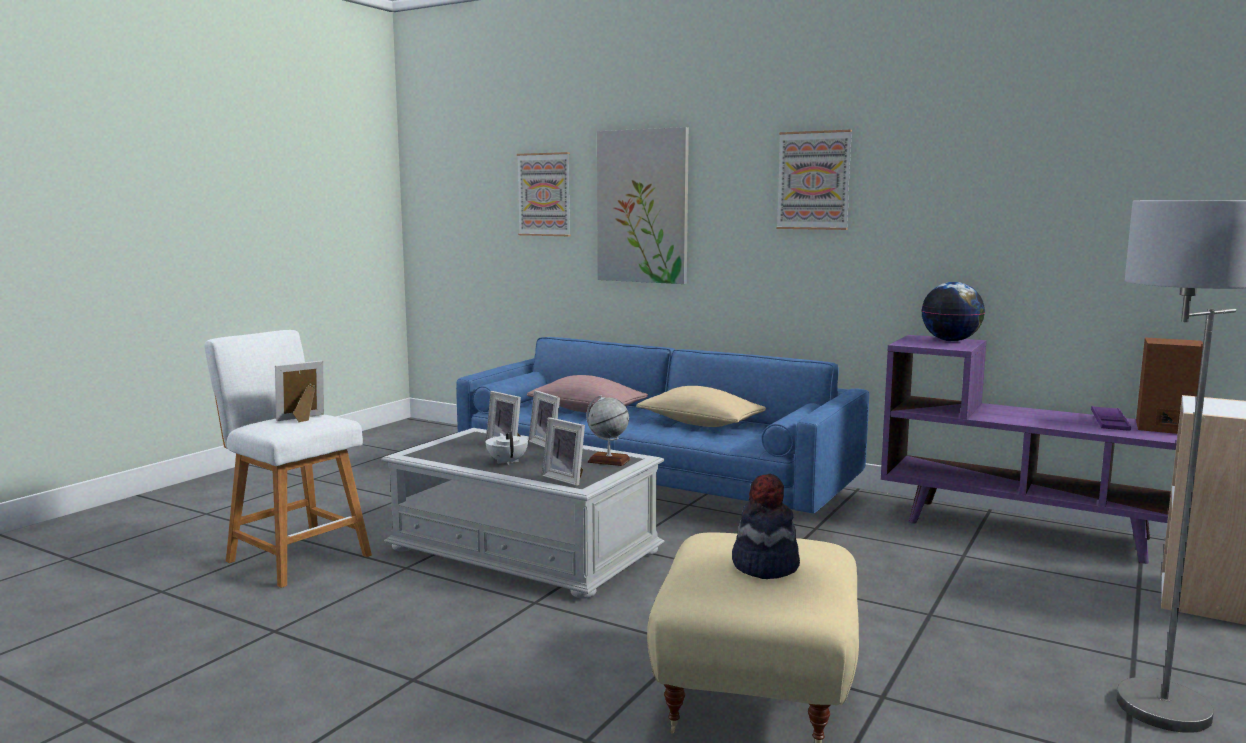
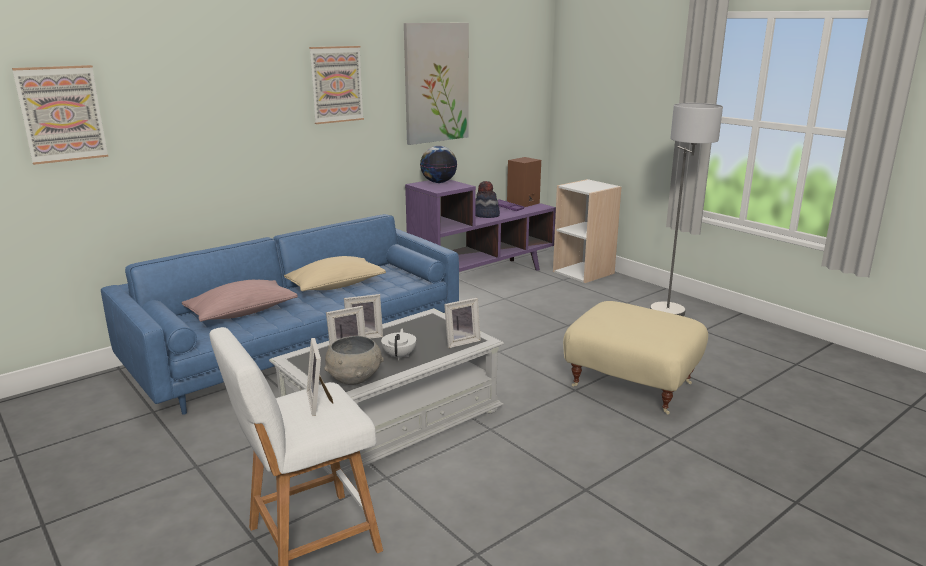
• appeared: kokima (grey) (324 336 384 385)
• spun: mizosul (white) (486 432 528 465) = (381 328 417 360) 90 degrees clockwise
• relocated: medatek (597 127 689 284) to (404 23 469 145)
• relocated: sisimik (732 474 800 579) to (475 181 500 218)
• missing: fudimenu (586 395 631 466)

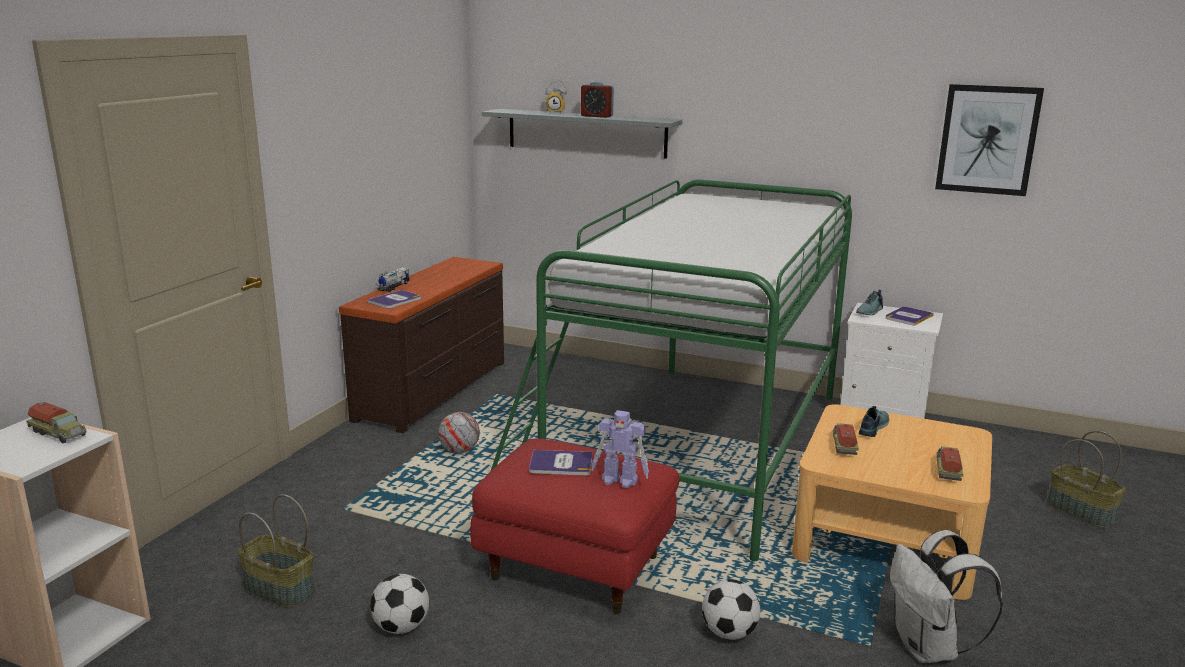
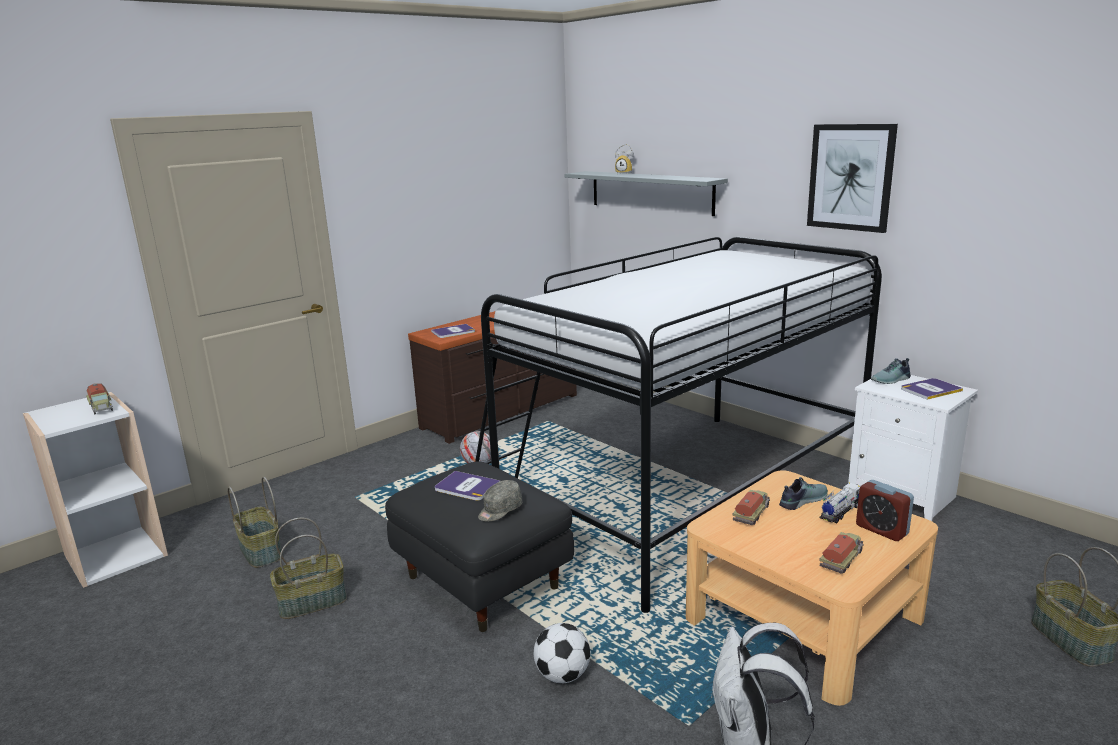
• exchanged: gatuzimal (370 574 429 634) to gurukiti (270 518 347 619)
• colour: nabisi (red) (470 438 679 614) to nabisi (black) (385 462 574 632)
• colour: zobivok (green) (491 179 852 561) to zobivok (black) (475 237 882 613)
• exchanged: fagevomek (591 410 649 488) to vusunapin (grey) (478 480 523 522)
• relocated: medatek (935 84 1044 196) to (807 124 898 233)
• relocated: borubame (378 267 410 292) to (819 483 861 523)
• relocated: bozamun (581 82 614 118) to (856 480 914 541)

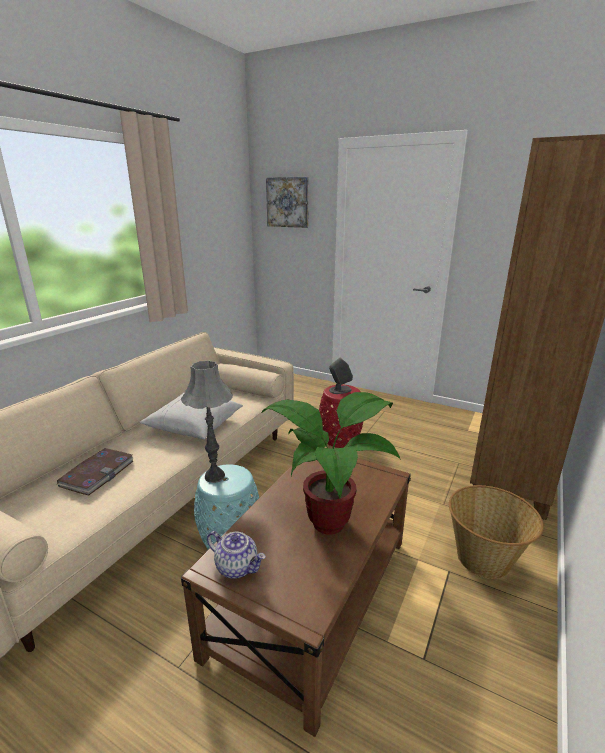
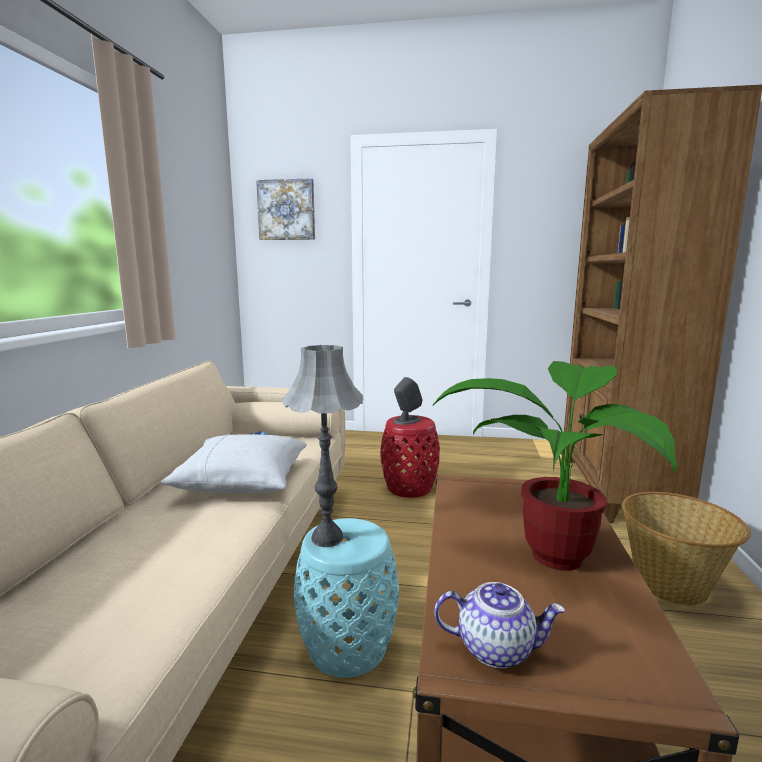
• missing: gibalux (57 448 134 495)

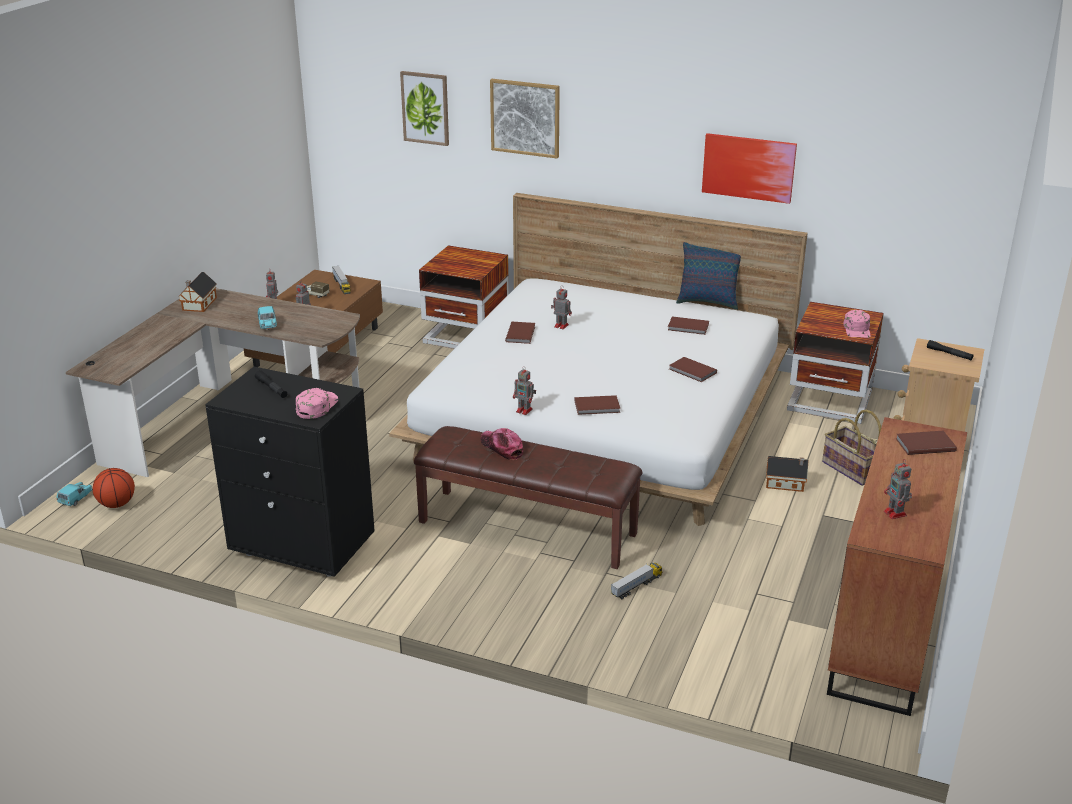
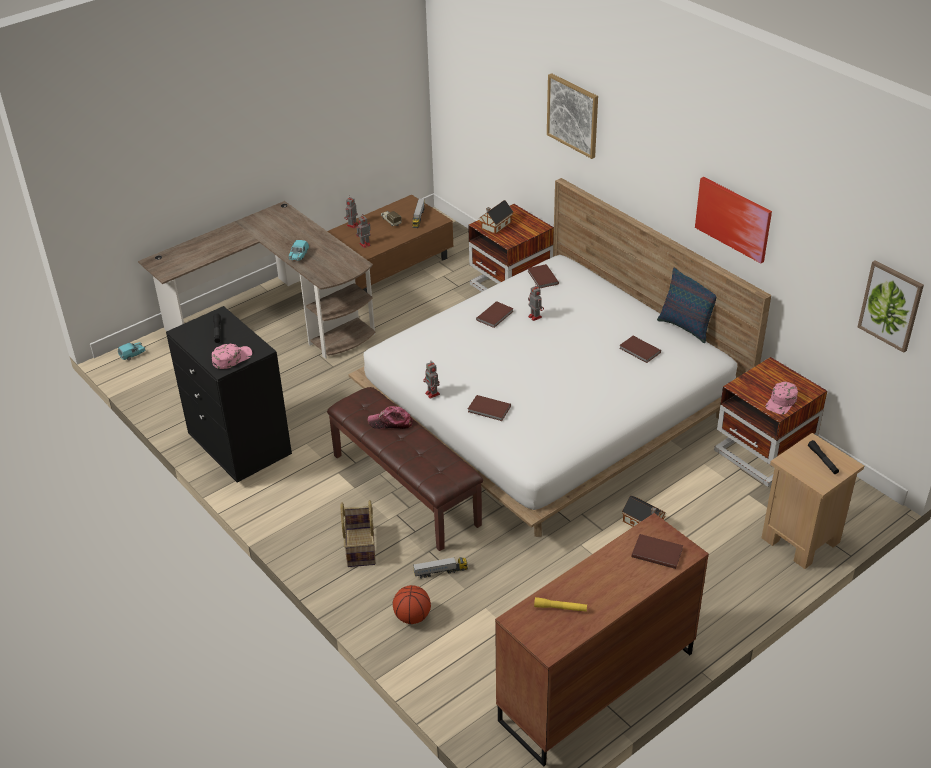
• relocated: gurukiti (822 410 881 486) to (341 500 375 567)
• spun: vusunapin (481 428 524 460) = (368 406 413 429) 75 degrees counterclockwise
• relocated: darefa (93 468 135 508) to (393 585 431 624)
• relocated: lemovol (178 272 217 312) to (480 200 513 235)
• relocated: gibalux (brown) (669 357 717 382) to (528 264 559 288)
• exchanged: fagevomek (884 460 912 519) to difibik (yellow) (534 597 587 612)
• relocated: medatek (400 71 449 146) to (858 260 924 353)

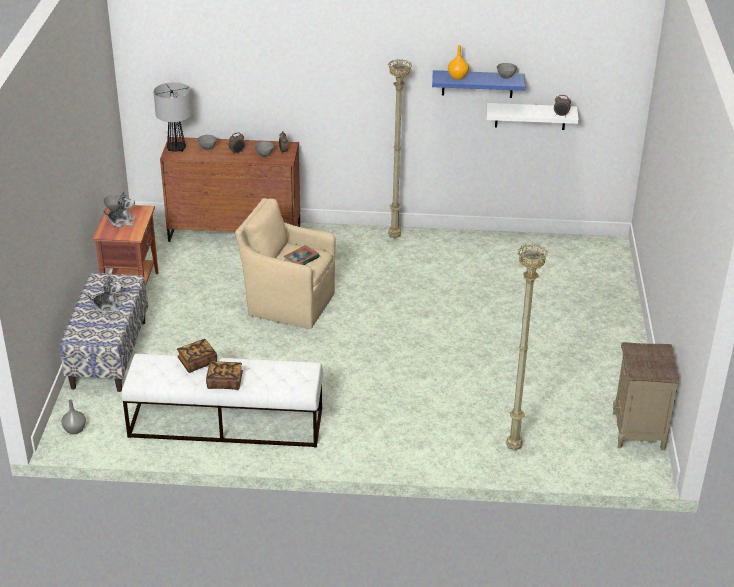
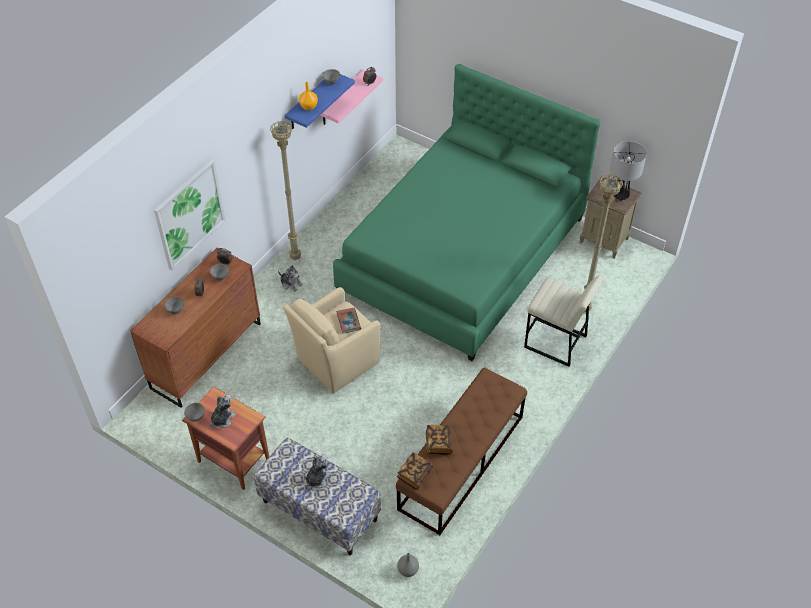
• appeared: medatek (154 159 226 271)
• appeared: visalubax (278 265 302 292)
• colour: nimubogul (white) (486 103 579 130) to nimubogul (pink) (320 70 383 125)
• appeared: zobivok (green) (333 64 601 361)
• colour: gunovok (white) (121 354 323 447) to gunovok (brown) (396 368 527 535)
• relocated: gibalux (206 361 243 390) to (397 452 433 490)
• appeared: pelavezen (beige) (524 275 605 367)
• relocated: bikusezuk (153 82 192 152) to (610 141 647 201)

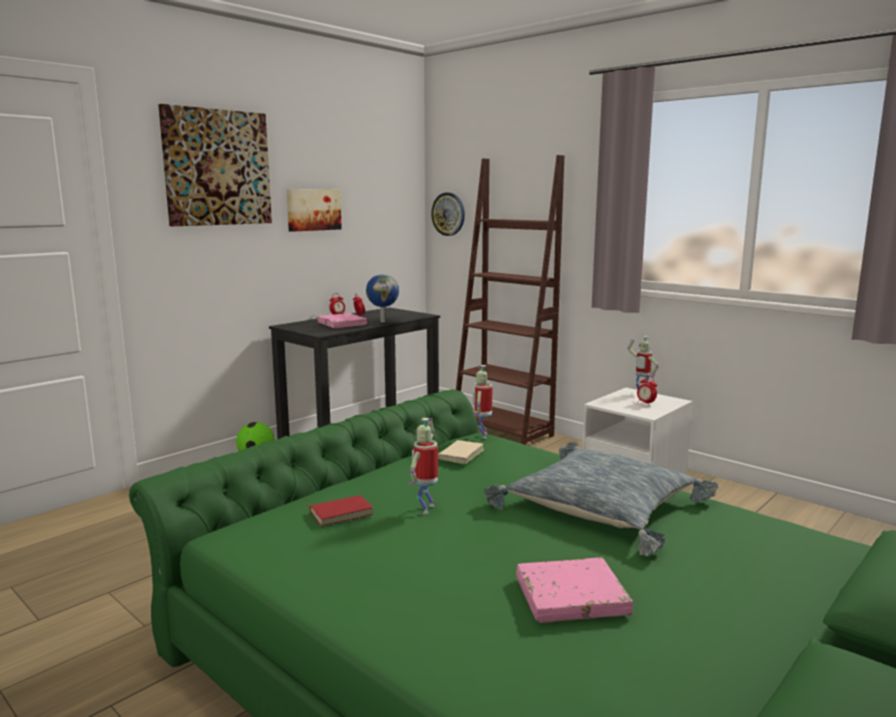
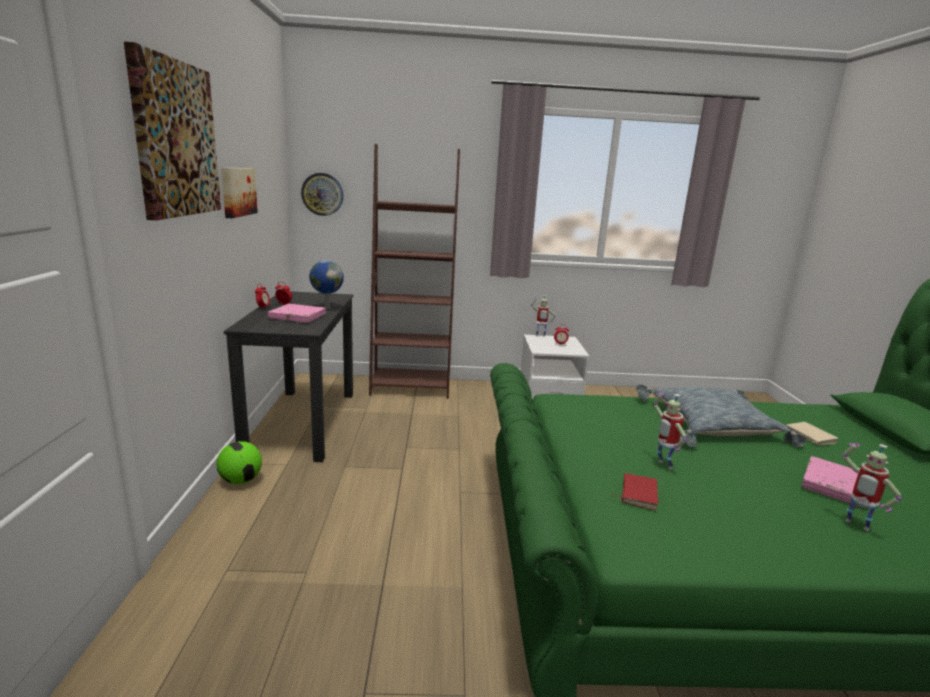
• relocated: gibalux (beige) (438 440 484 464) to (786 422 838 446)
• relocated: fagevomek (473 365 492 439) to (842 443 902 531)

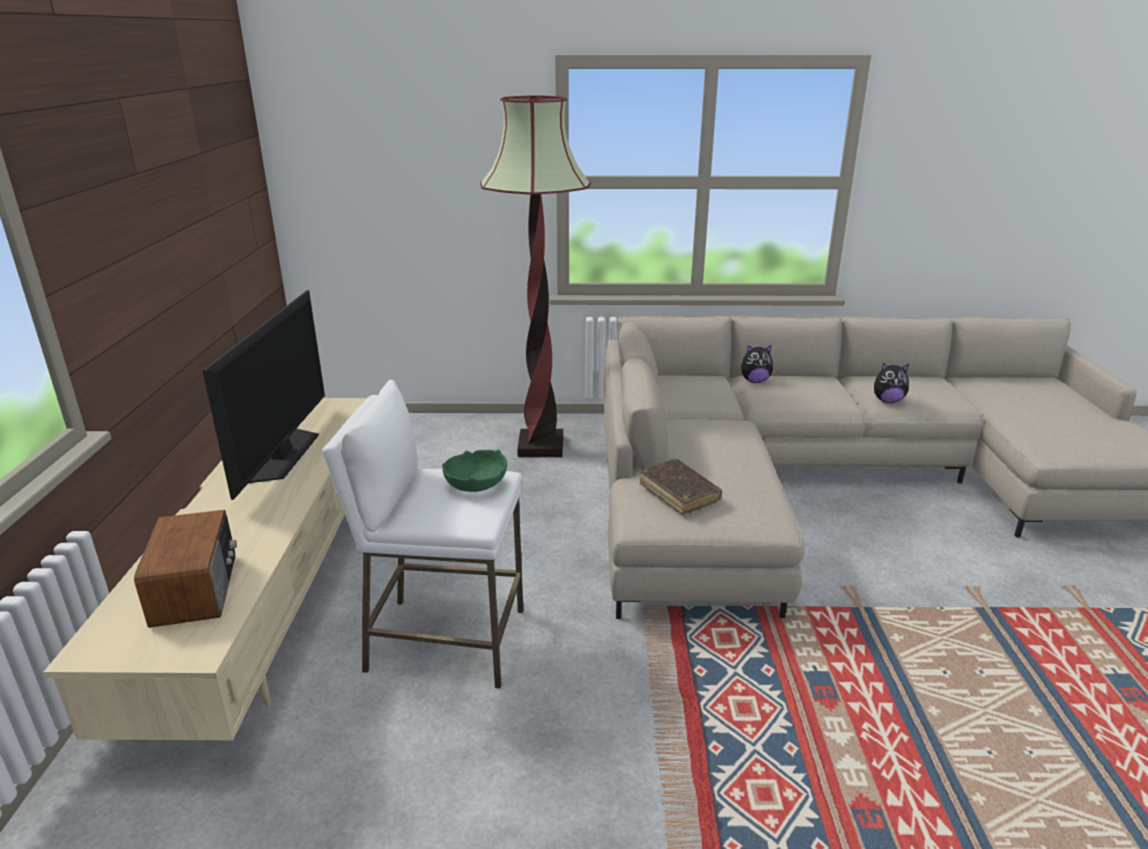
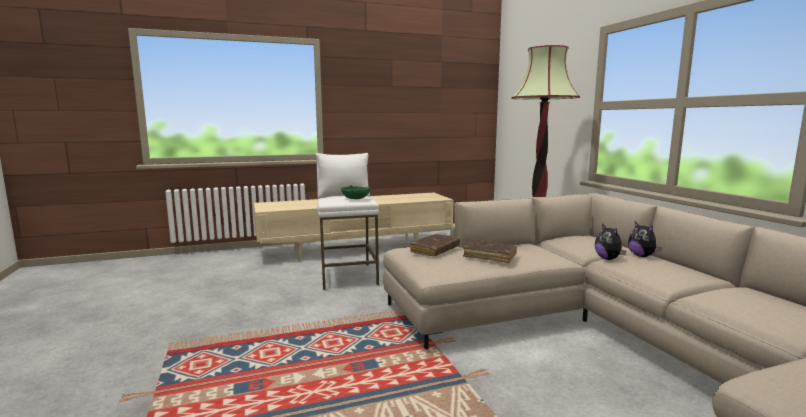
• appeared: gibalux (brown) (463 239 517 263)
• relocated: visalubax (874 363 909 403) to (595 223 626 260)
• missing: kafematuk (134 510 237 628)
• missing: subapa (202 290 325 500)

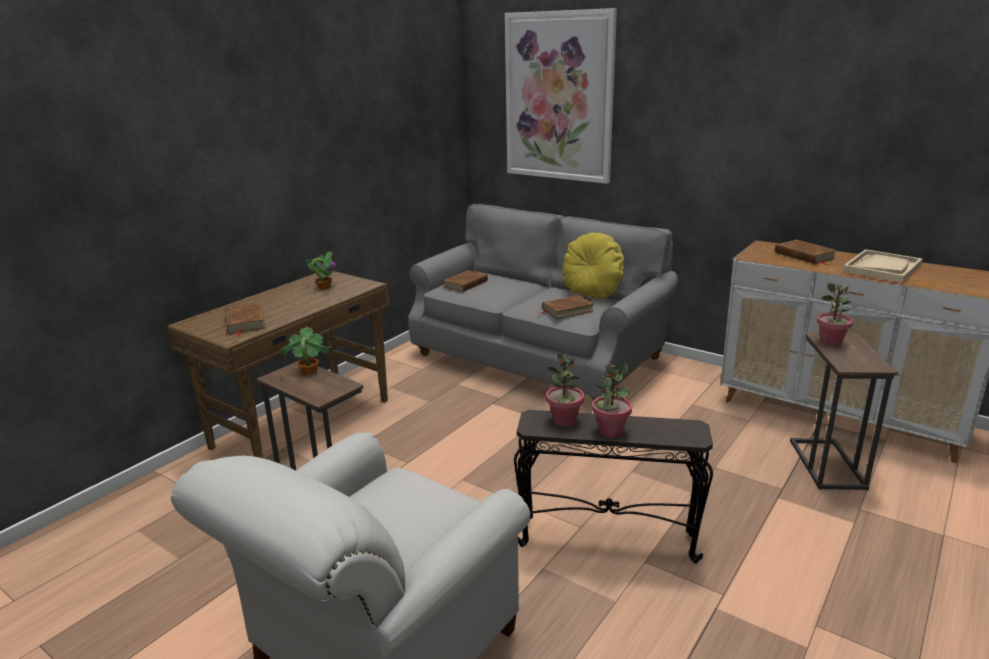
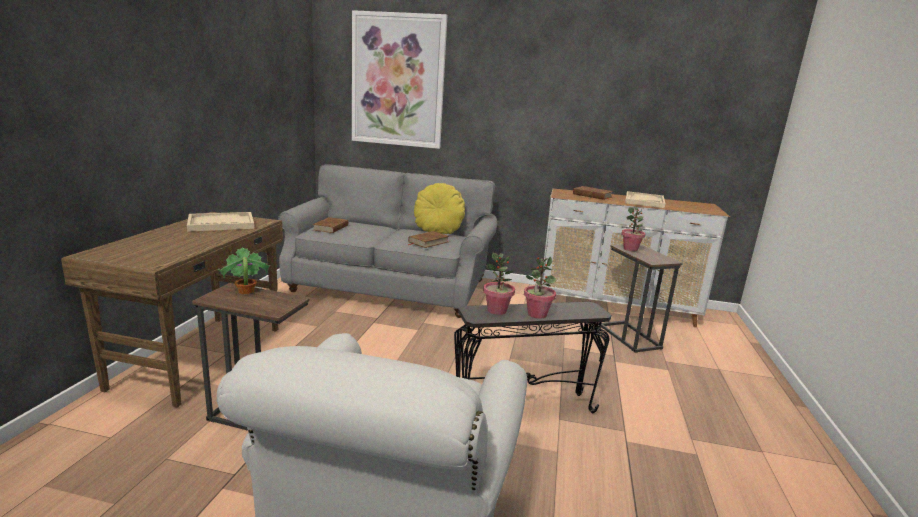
• exchanged: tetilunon (305 251 336 290) to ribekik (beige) (187 212 254 232)
• missing: gibalux (brown) (225 303 266 336)

